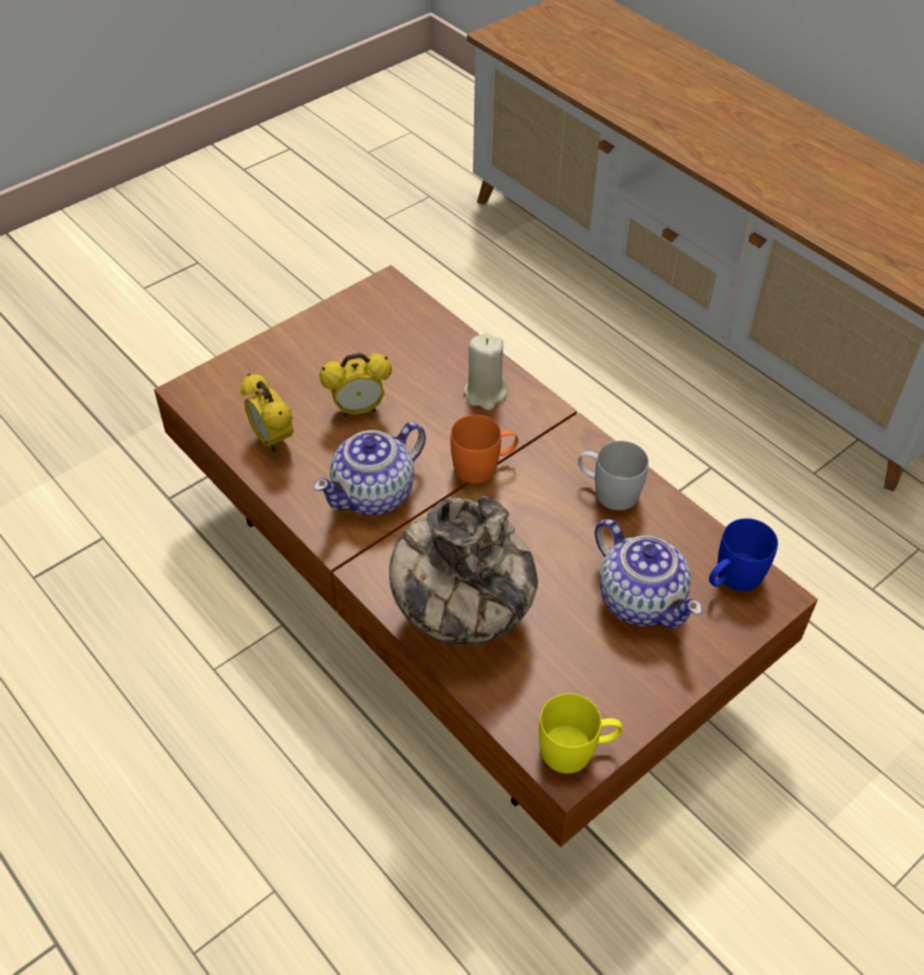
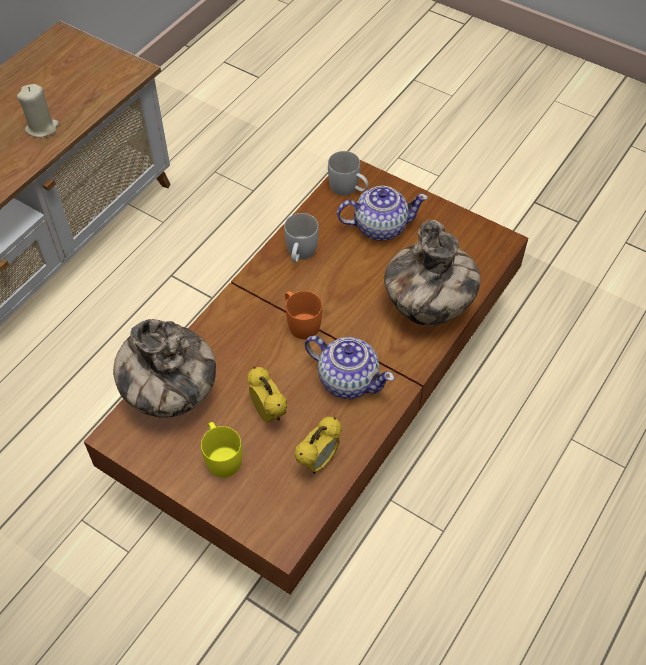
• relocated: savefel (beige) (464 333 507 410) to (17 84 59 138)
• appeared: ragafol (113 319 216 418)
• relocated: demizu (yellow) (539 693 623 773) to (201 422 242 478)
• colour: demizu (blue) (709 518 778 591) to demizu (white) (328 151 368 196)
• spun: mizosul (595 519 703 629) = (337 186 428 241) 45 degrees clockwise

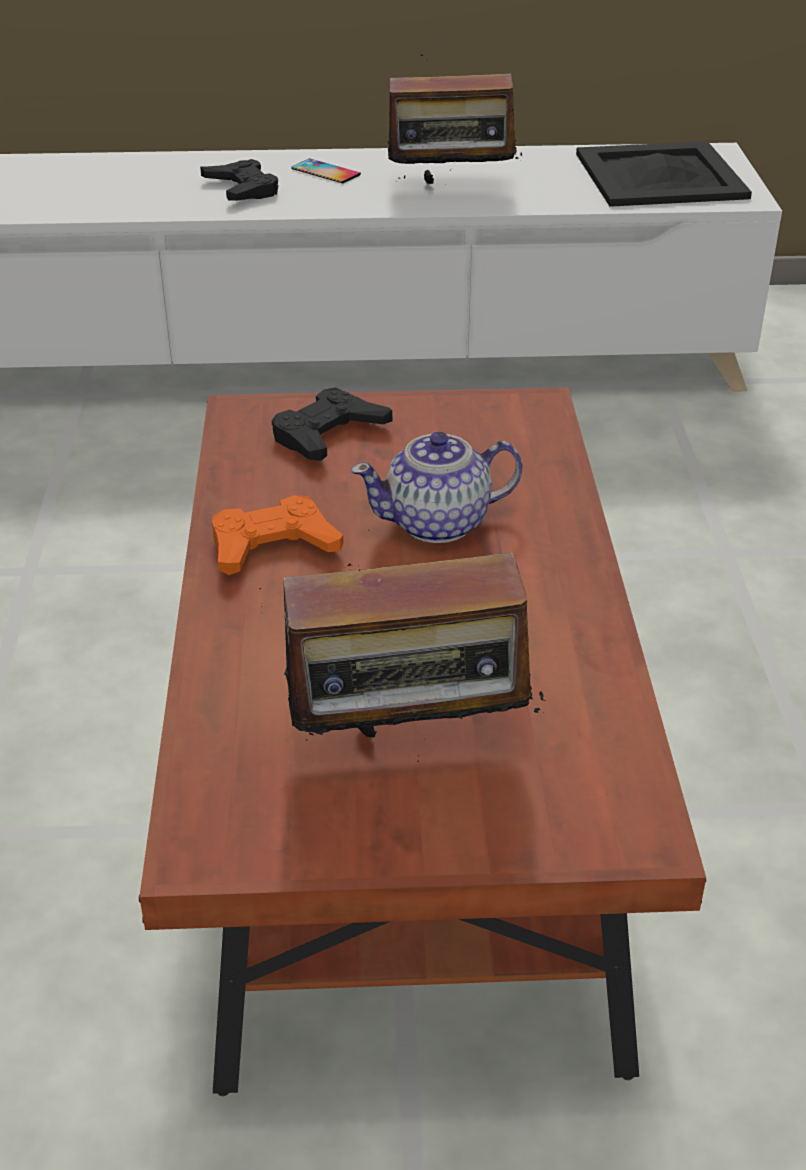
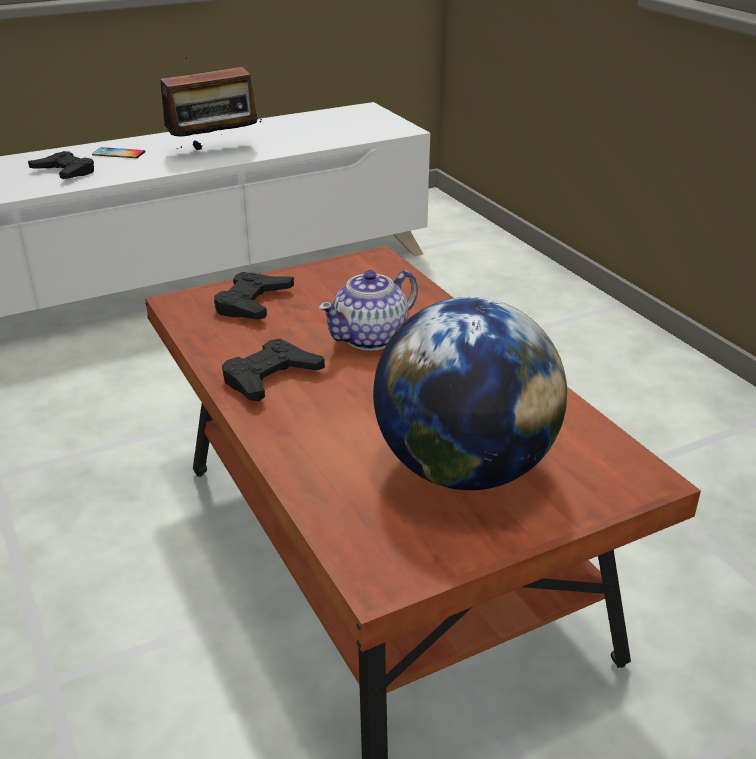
• colour: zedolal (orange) (212 495 344 575) to zedolal (black) (222 339 325 401)
• exchanged: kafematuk (260 530 545 762) to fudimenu (373 297 567 490)
• missing: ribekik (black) (576 141 752 207)

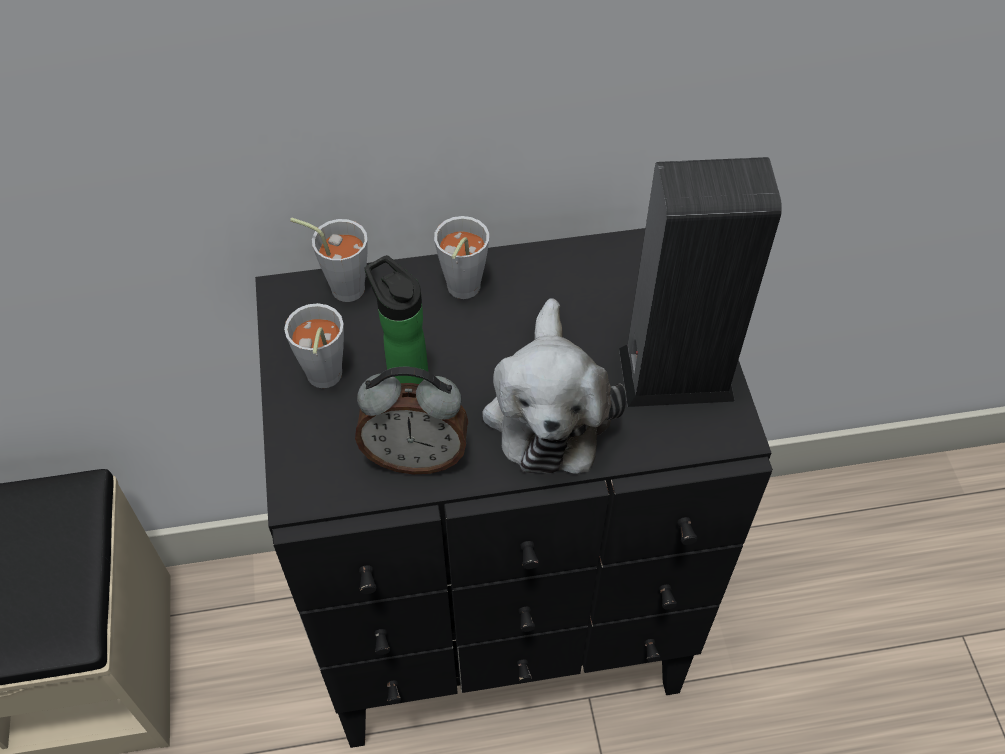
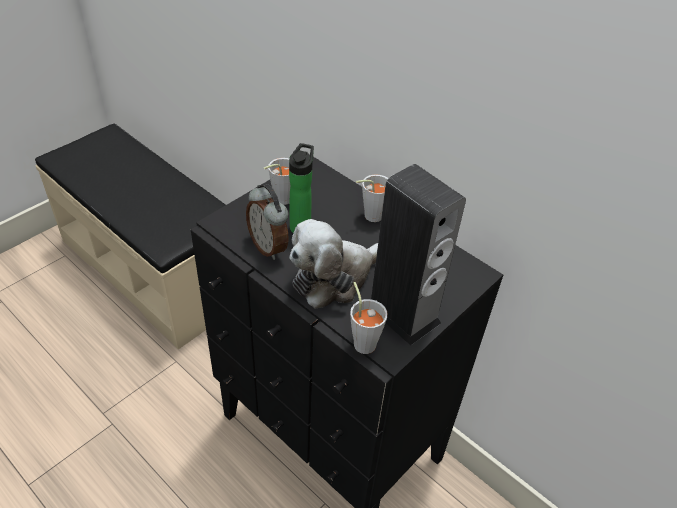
• relocated: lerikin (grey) (290 218 367 302) to (350 282 387 354)

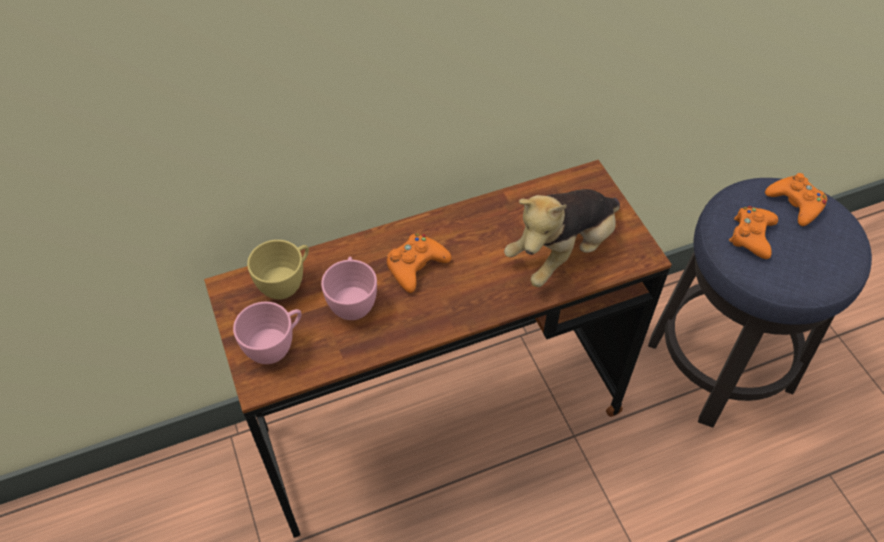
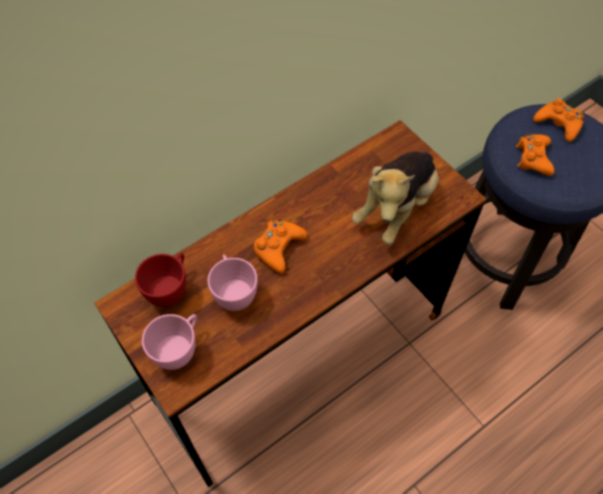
• colour: lerikin (yellow) (247 240 309 299) to lerikin (red) (135 253 186 307)

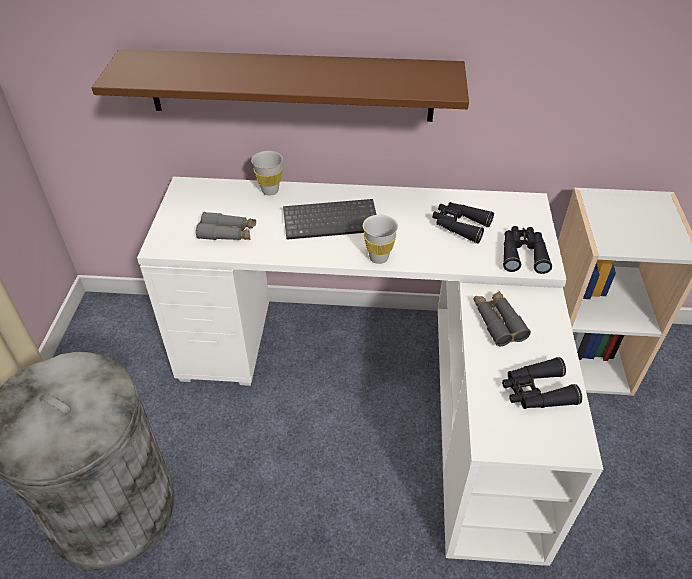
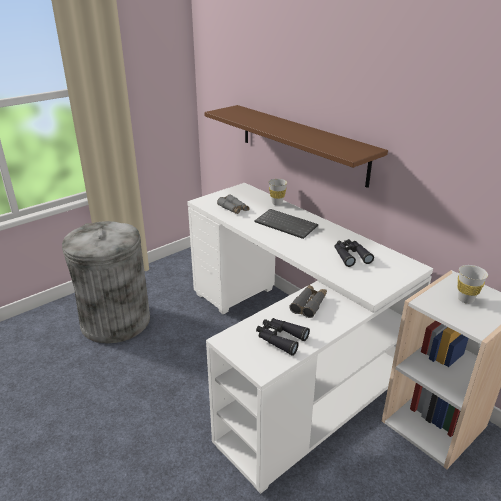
• relocated: lerikin (white) (363 215 398 264) to (458 265 488 304)
• missing: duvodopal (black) (503 226 552 274)

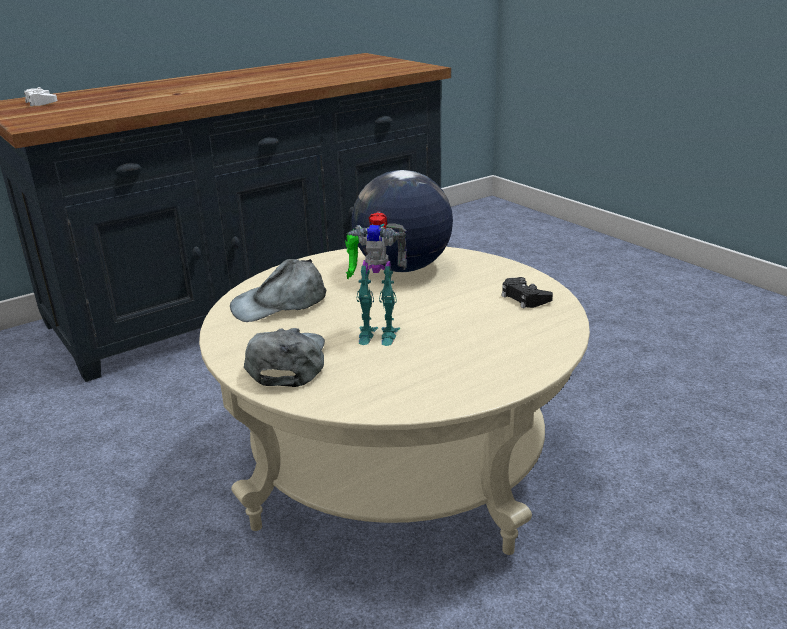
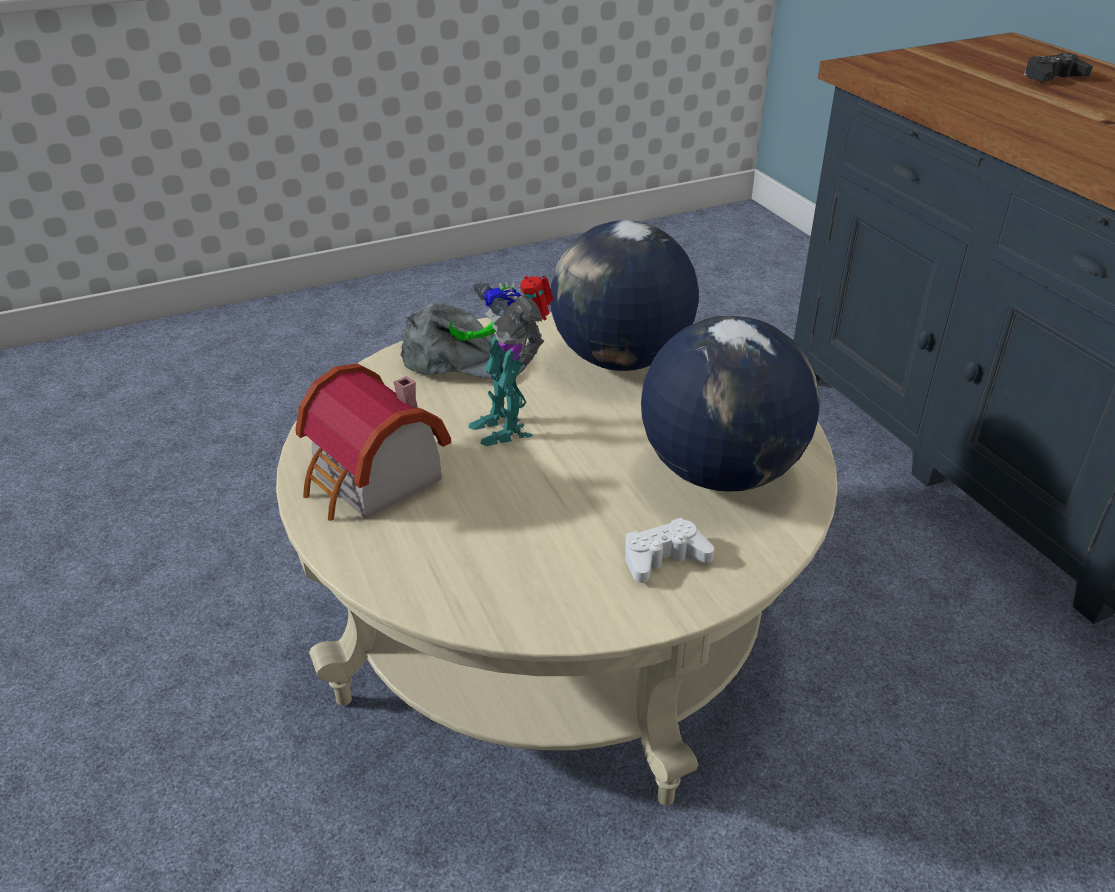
• appeared: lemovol (295 363 451 521)
• spun: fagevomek (345 211 407 346) = (449 275 554 446) 45 degrees counterclockwise
• exchanged: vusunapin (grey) (230 259 326 322) to fudimenu (550 220 699 371)
• relocated: zedolal (white) (24 87 57 106) to (625 518 714 583)
• relocated: zedolal (black) (502 277 553 308) to (1024 53 1093 81)

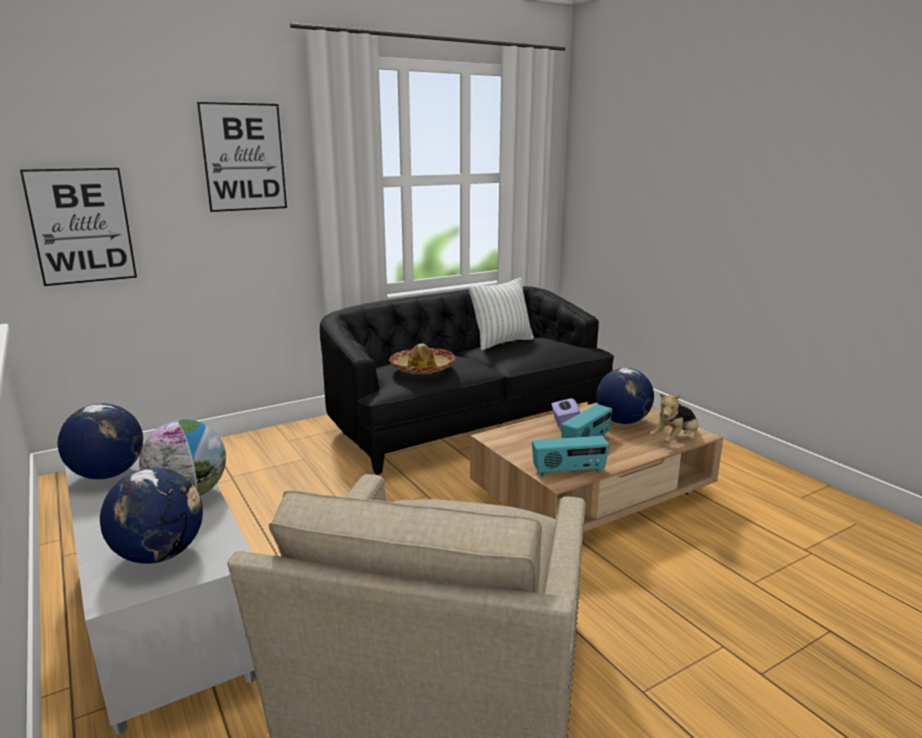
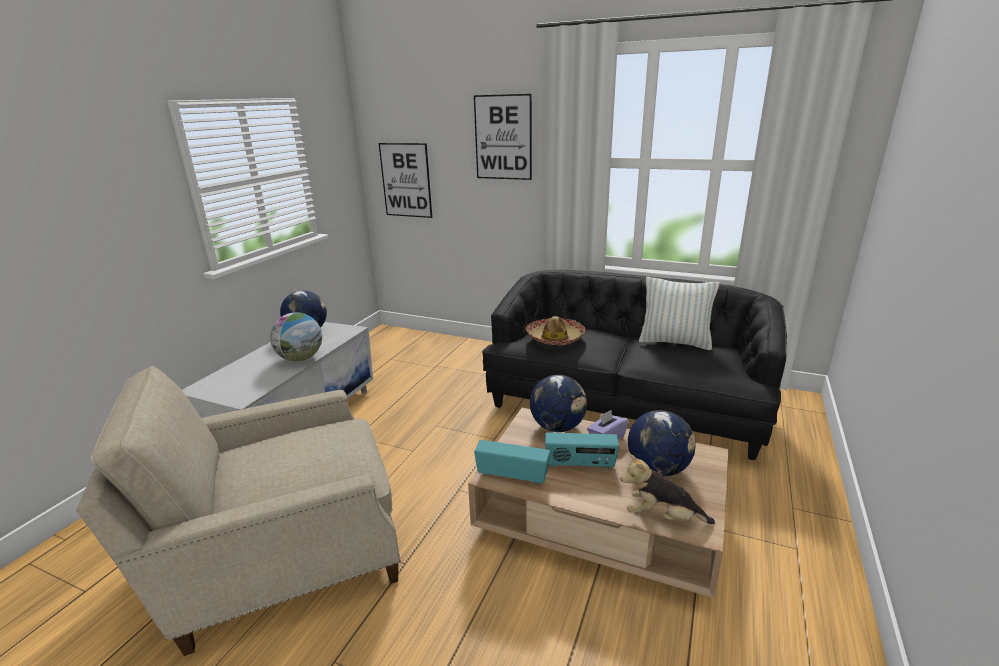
• spun: kafematuk (532 436 609 476) = (474 440 550 485) 150 degrees clockwise
• relocated: fudimenu (100 468 203 564) to (530 375 587 432)

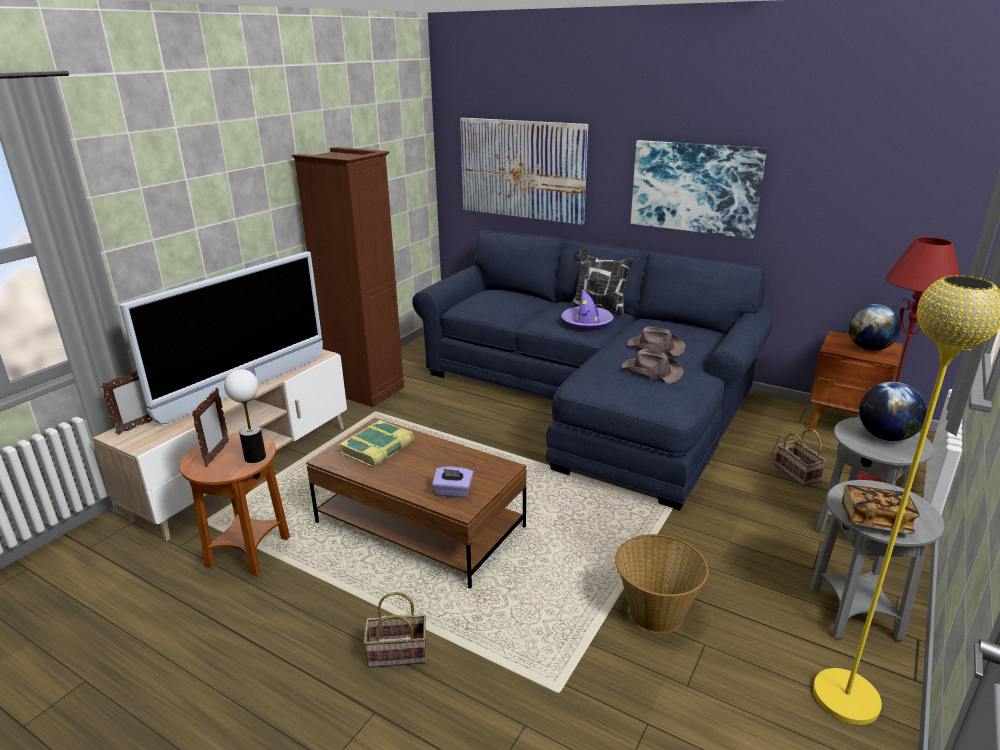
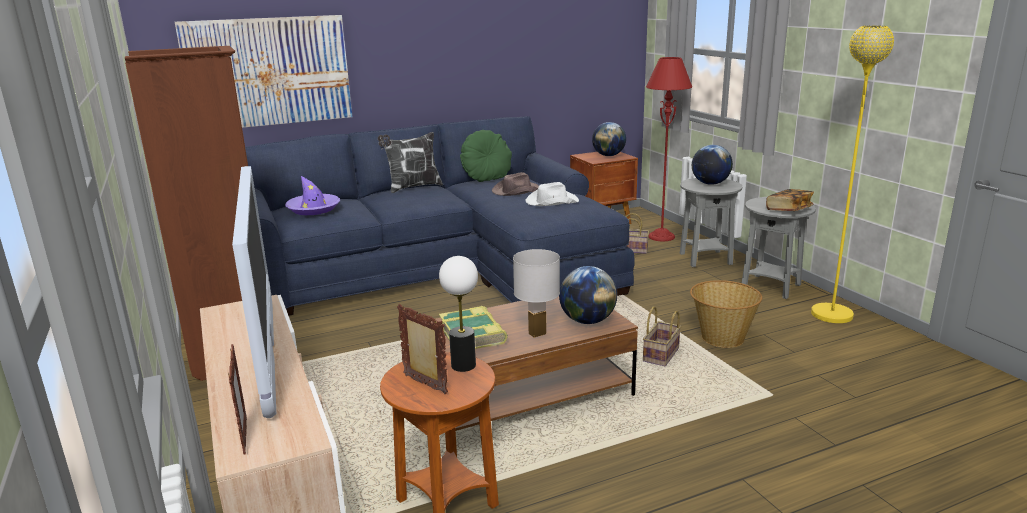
• relocated: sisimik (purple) (561 289 614 330) to (285 176 340 215)
• appeared: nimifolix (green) (460 130 512 182)
• appeared: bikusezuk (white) (513 249 560 338)
• colour: sisimik (brown) (621 349 684 383) to sisimik (white) (525 182 579 206)
• exchanged: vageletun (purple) (432 467 473 498) to fudimenu (559 266 617 324)
• relocated: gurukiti (364 592 427 668) to (643 306 681 366)
• missing: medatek (631 140 767 239)

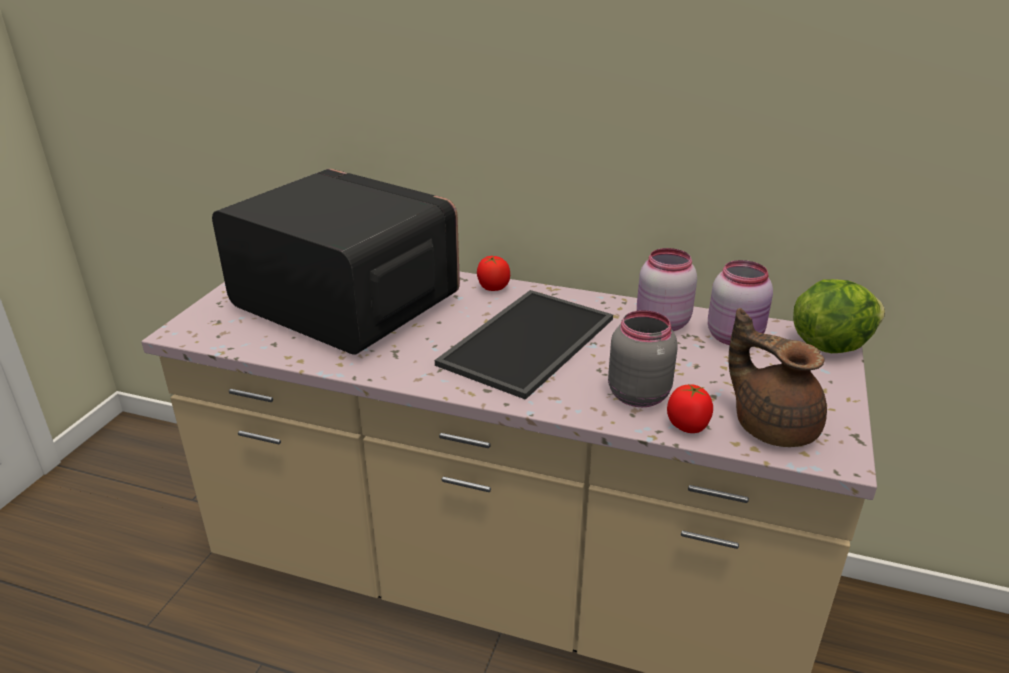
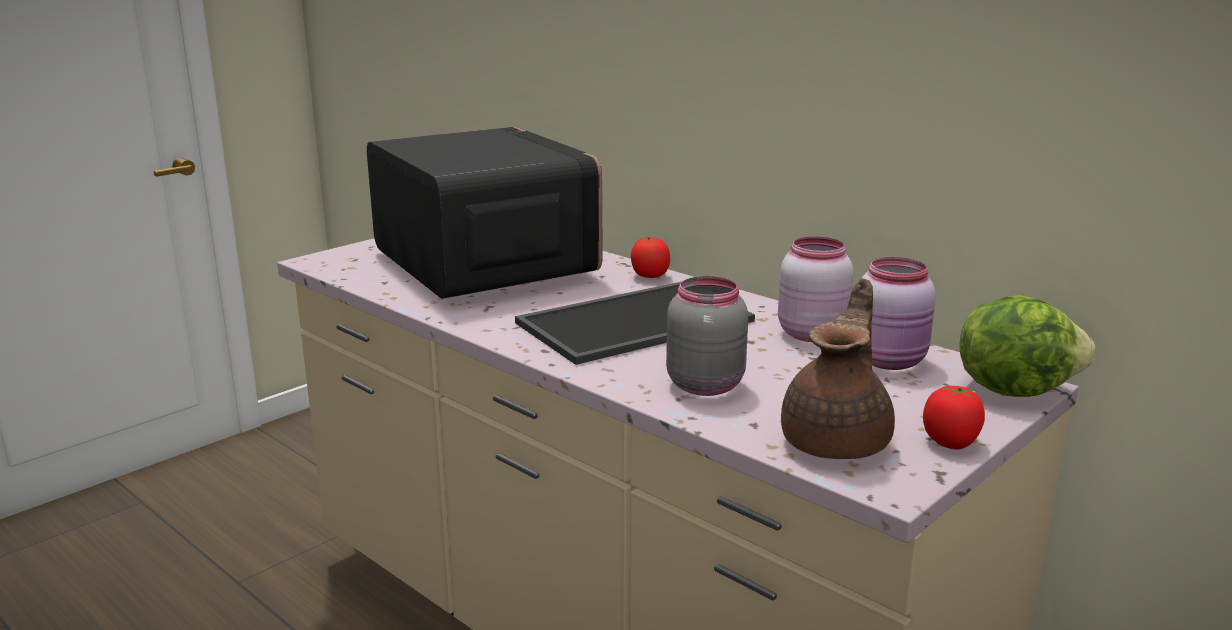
• spun: mizosul (brown) (728 308 827 447) = (781 278 895 459) 45 degrees clockwise
• relocated: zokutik (667 384 713 433) to (923 386 985 449)

